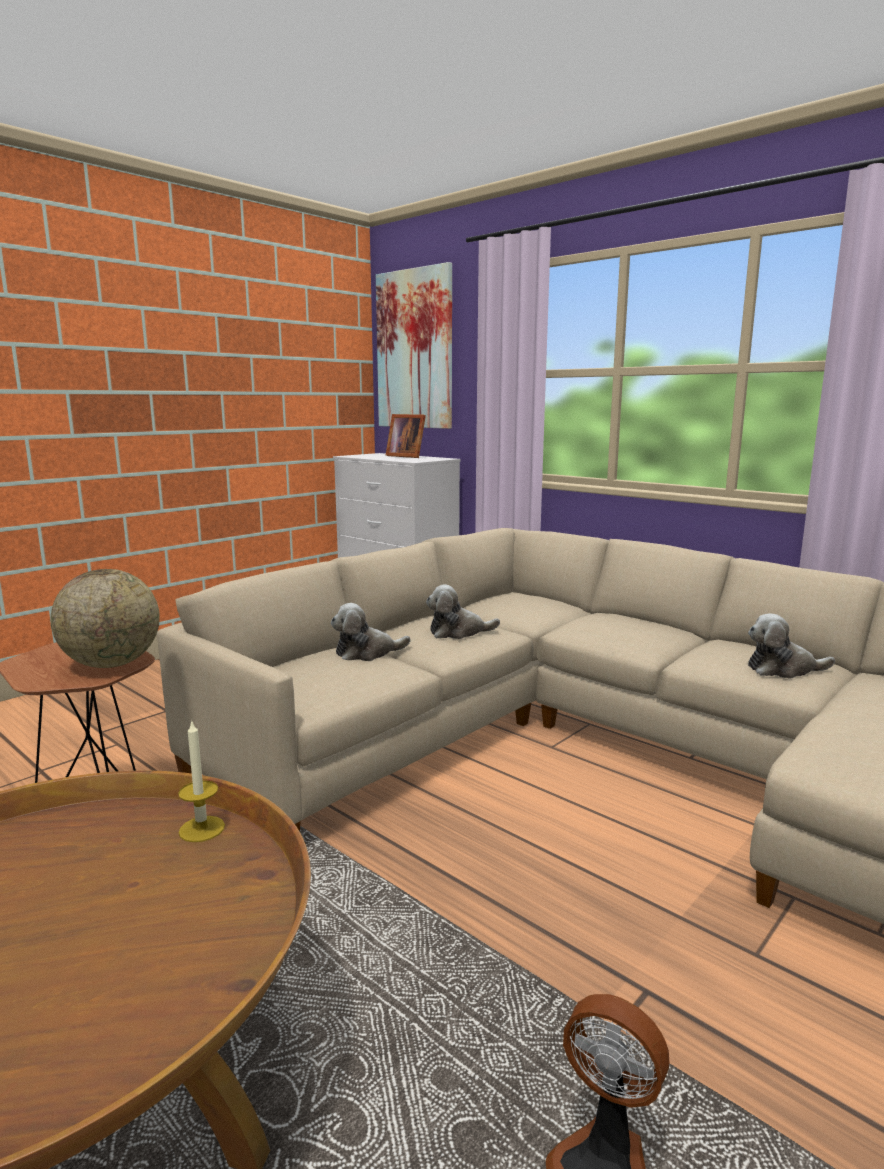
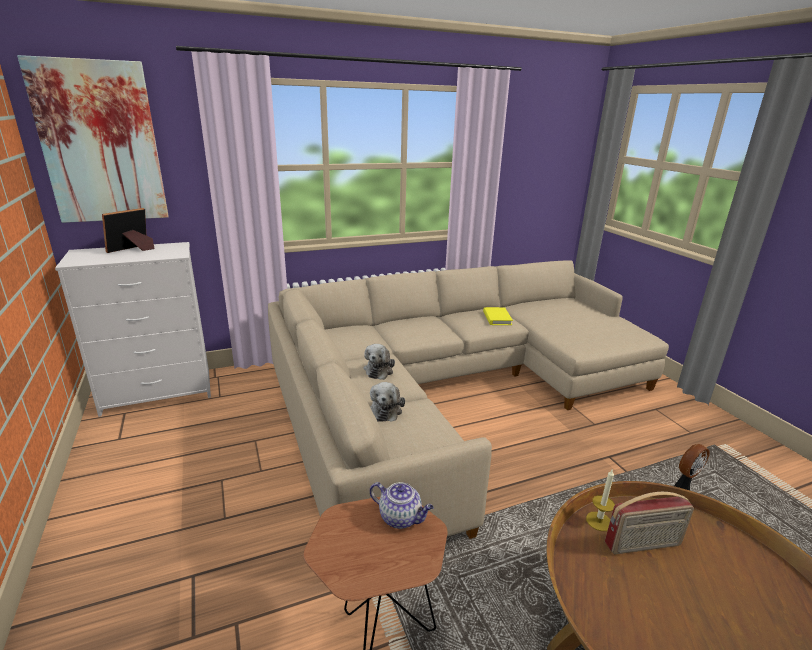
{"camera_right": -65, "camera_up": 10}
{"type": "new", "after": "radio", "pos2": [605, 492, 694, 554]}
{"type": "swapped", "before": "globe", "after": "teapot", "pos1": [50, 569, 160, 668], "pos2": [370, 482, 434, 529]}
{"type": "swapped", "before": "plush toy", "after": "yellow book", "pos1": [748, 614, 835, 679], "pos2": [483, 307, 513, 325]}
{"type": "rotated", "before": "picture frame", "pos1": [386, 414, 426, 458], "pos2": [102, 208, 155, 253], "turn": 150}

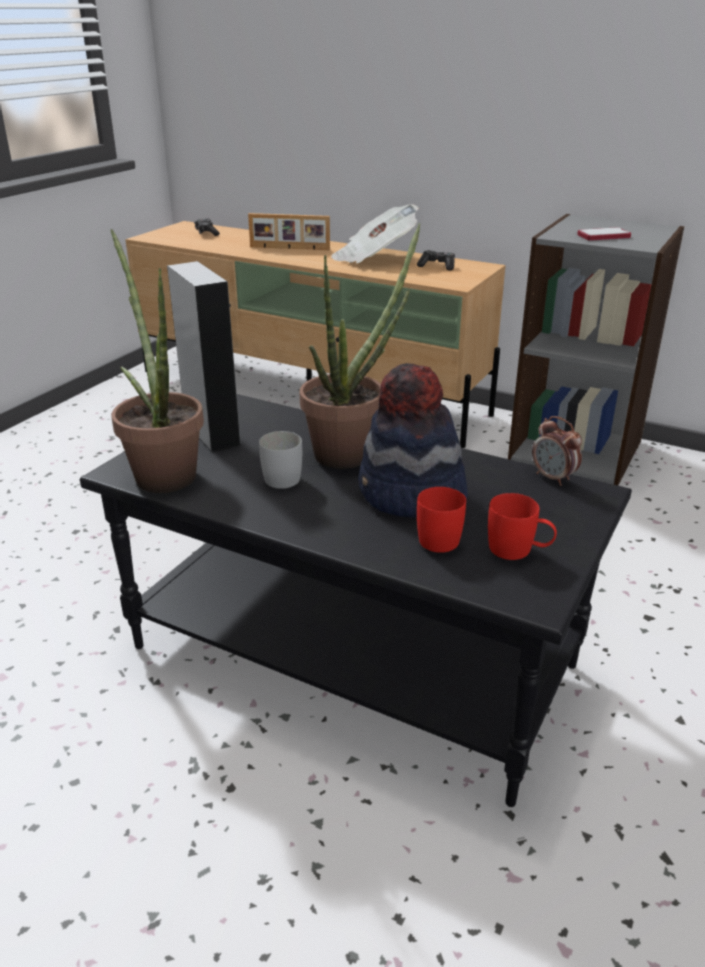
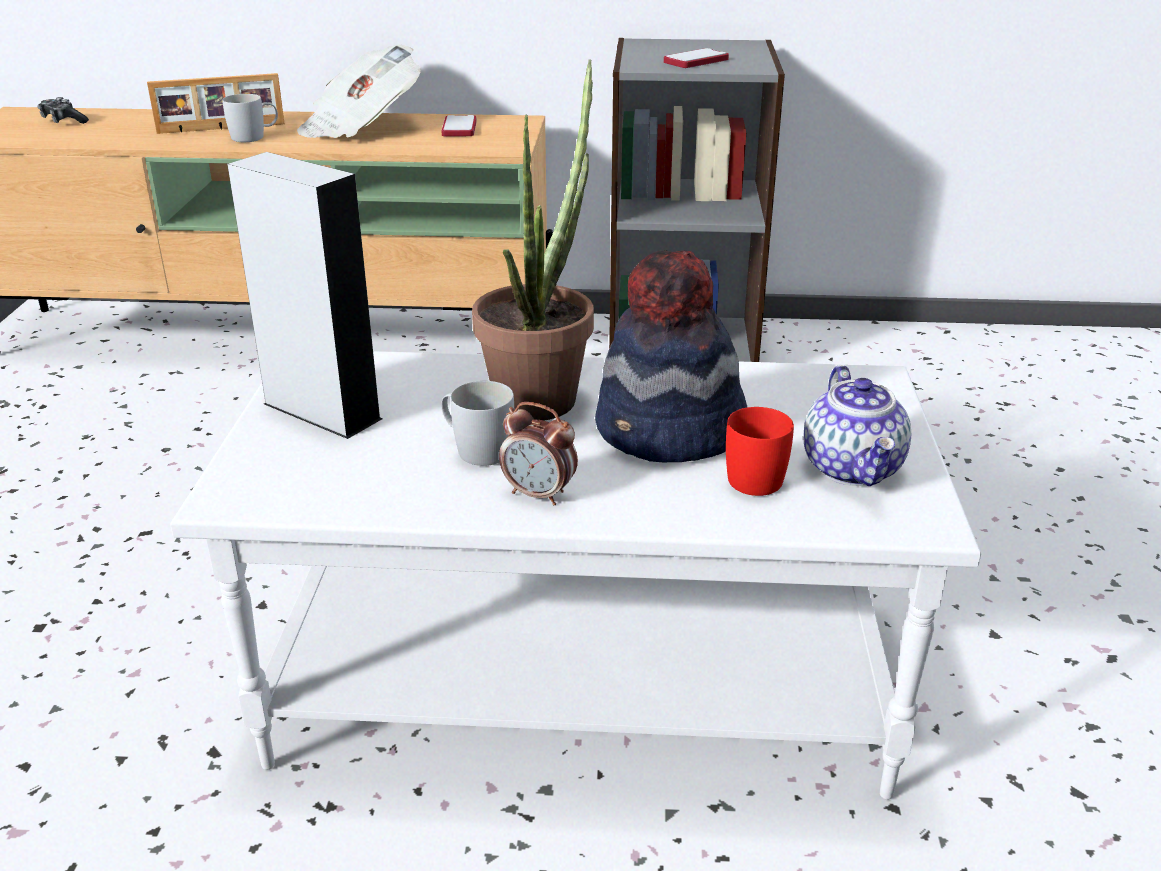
{"camera_right": -25, "camera_up": 0}
{"type": "gone", "before": "potted plant", "pos1": [111, 229, 204, 493]}
{"type": "new", "after": "white mug", "pos2": [222, 94, 278, 142]}
{"type": "shifted", "before": "alarm clock", "pos1": [532, 416, 582, 486], "pos2": [499, 402, 578, 505]}
{"type": "swapped", "before": "game controller", "after": "phone", "pos1": [417, 250, 455, 271], "pos2": [441, 115, 477, 137]}
{"type": "swapped", "before": "red mug", "after": "teapot", "pos1": [488, 493, 557, 560], "pos2": [804, 365, 911, 486]}
{"type": "repainted", "before": "black coffee table", "after": "white coffee table", "pos1": [80, 394, 632, 807], "pos2": [170, 351, 981, 800]}

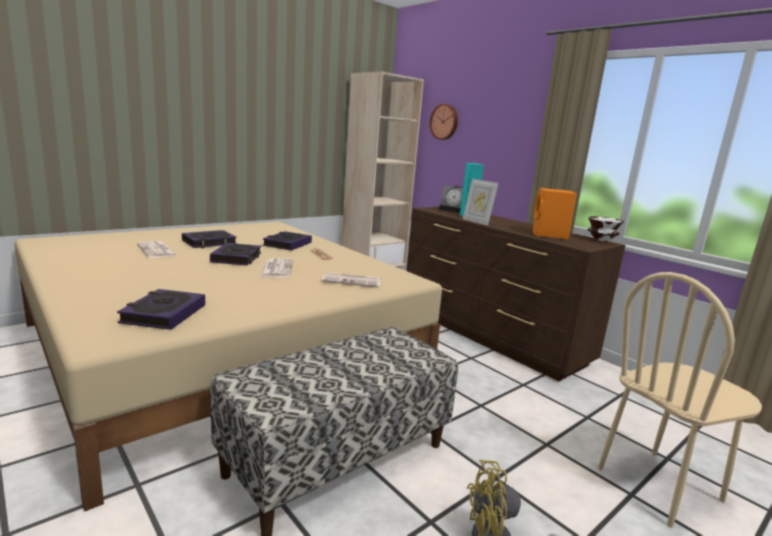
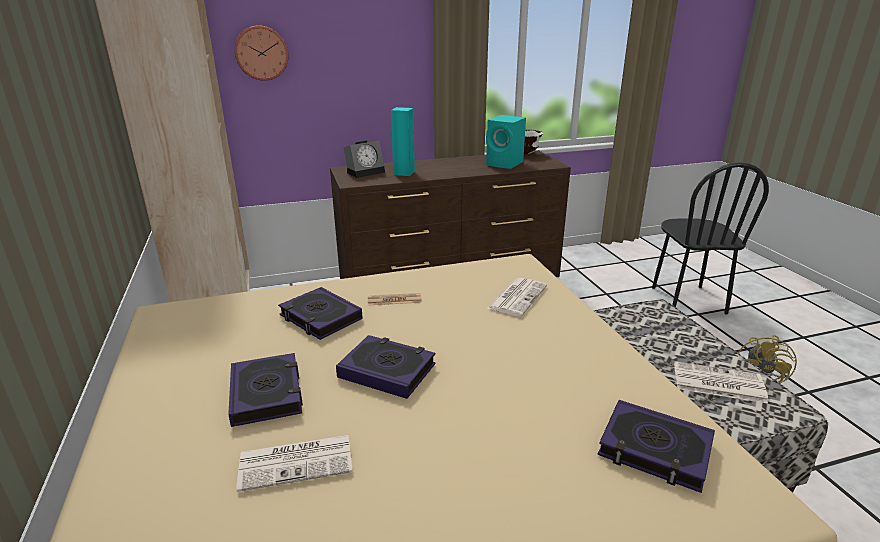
{"camera_right": -65, "camera_up": 10}
{"type": "gone", "before": "picture frame", "pos1": [463, 179, 499, 225]}
{"type": "shifted", "before": "newspaper", "pos1": [259, 258, 293, 278], "pos2": [674, 361, 768, 403]}
{"type": "repainted", "before": "orange speaker", "after": "turquoise speaker", "pos1": [533, 188, 577, 239], "pos2": [486, 115, 526, 169]}
{"type": "repainted", "before": "beige chair", "after": "black chair", "pos1": [598, 272, 762, 528], "pos2": [652, 162, 769, 315]}

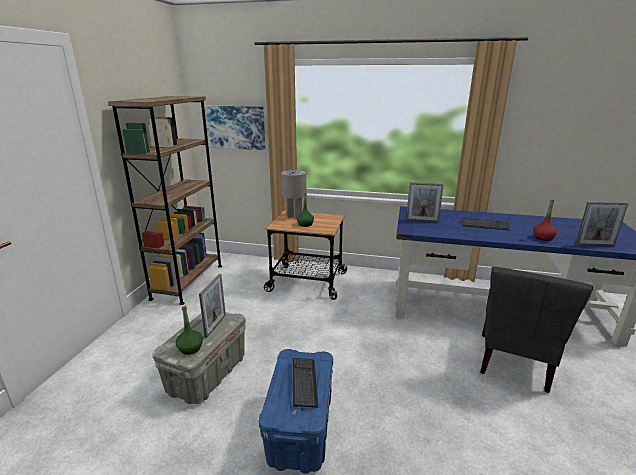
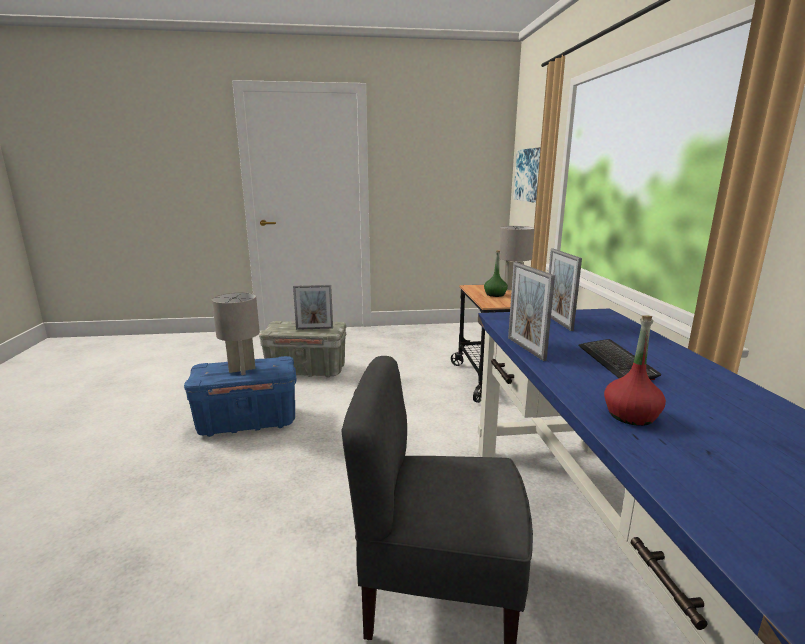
{"camera_right": 70, "camera_up": -5}
{"type": "gone", "before": "brown bookcase", "pos1": [108, 96, 222, 305]}
{"type": "gone", "before": "green bottle", "pos1": [176, 306, 203, 355]}
{"type": "shifted", "before": "picture frame", "pos1": [575, 202, 629, 246], "pos2": [508, 262, 555, 361]}
{"type": "swapped", "before": "keyboard", "after": "grey table lamp", "pos1": [293, 358, 318, 407], "pos2": [212, 292, 260, 375]}

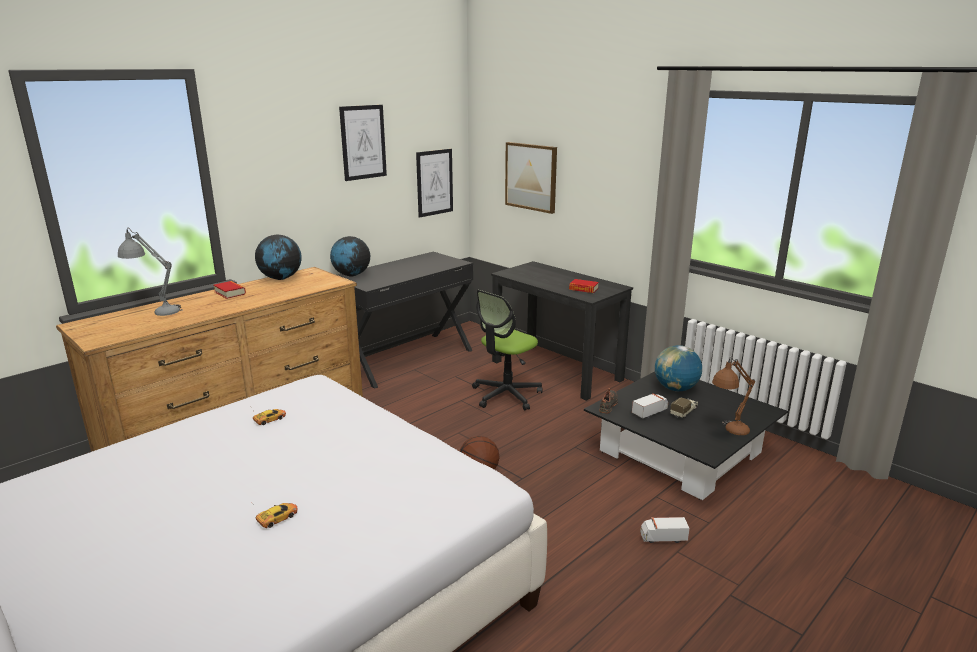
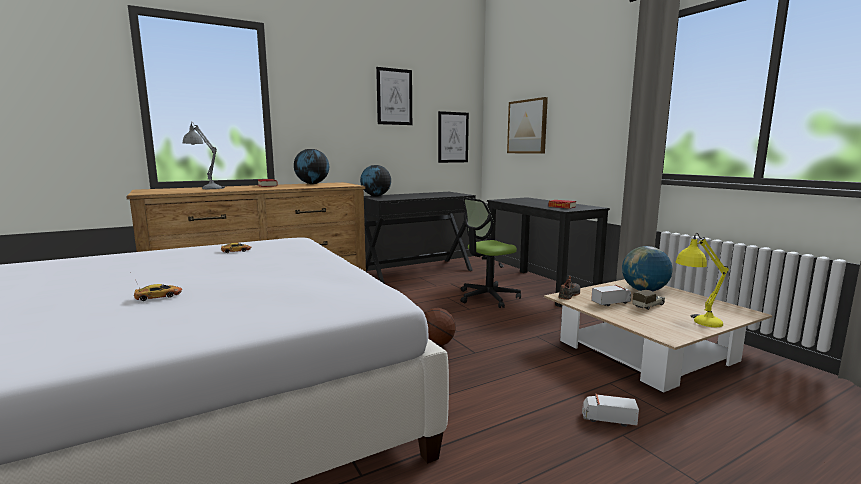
{"camera_right": 15, "camera_up": -10}
{"type": "repainted", "before": "black coffee table", "after": "beige coffee table", "pos1": [584, 371, 788, 500], "pos2": [544, 279, 772, 392]}
{"type": "repainted", "before": "brown table lamp", "after": "yellow table lamp", "pos1": [712, 357, 755, 435], "pos2": [676, 233, 729, 327]}

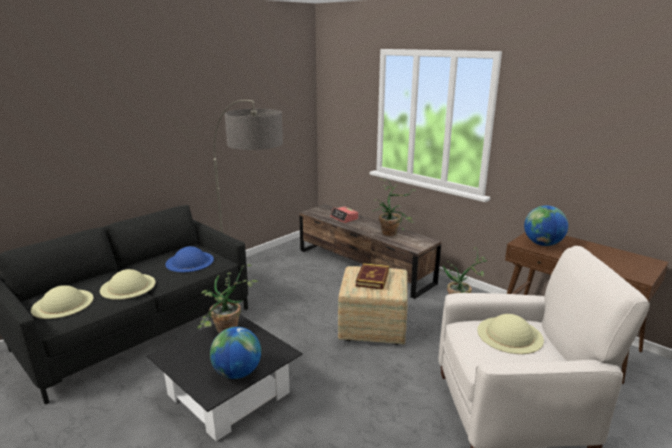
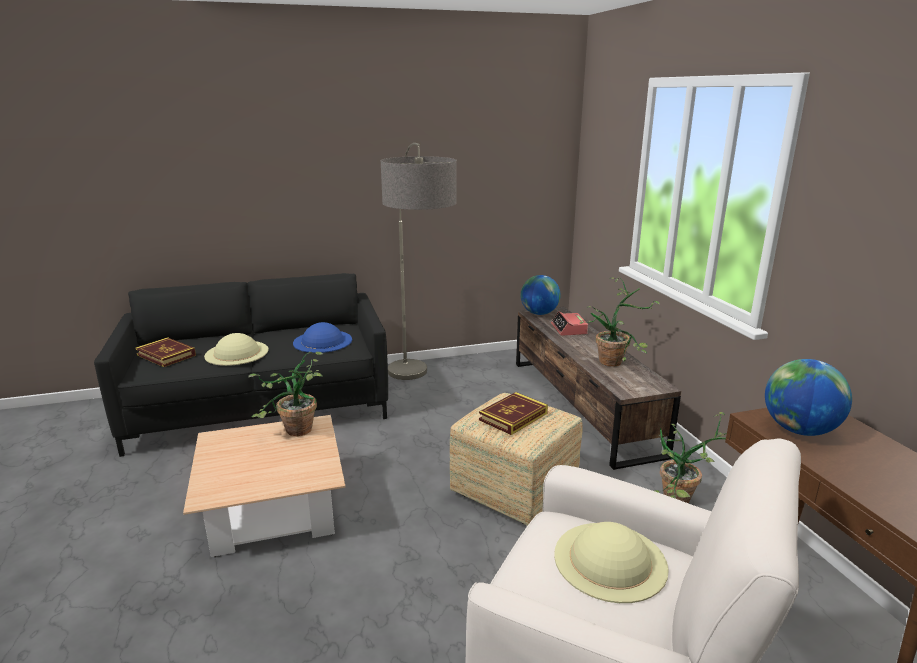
{"camera_right": 30, "camera_up": 0}
{"type": "shifted", "before": "globe", "pos1": [210, 327, 261, 379], "pos2": [521, 275, 561, 315]}
{"type": "swapped", "before": "beige hat", "after": "book", "pos1": [31, 285, 94, 319], "pos2": [135, 337, 196, 367]}
{"type": "repainted", "before": "black coffee table", "after": "beige coffee table", "pos1": [147, 314, 303, 441], "pos2": [183, 415, 346, 557]}

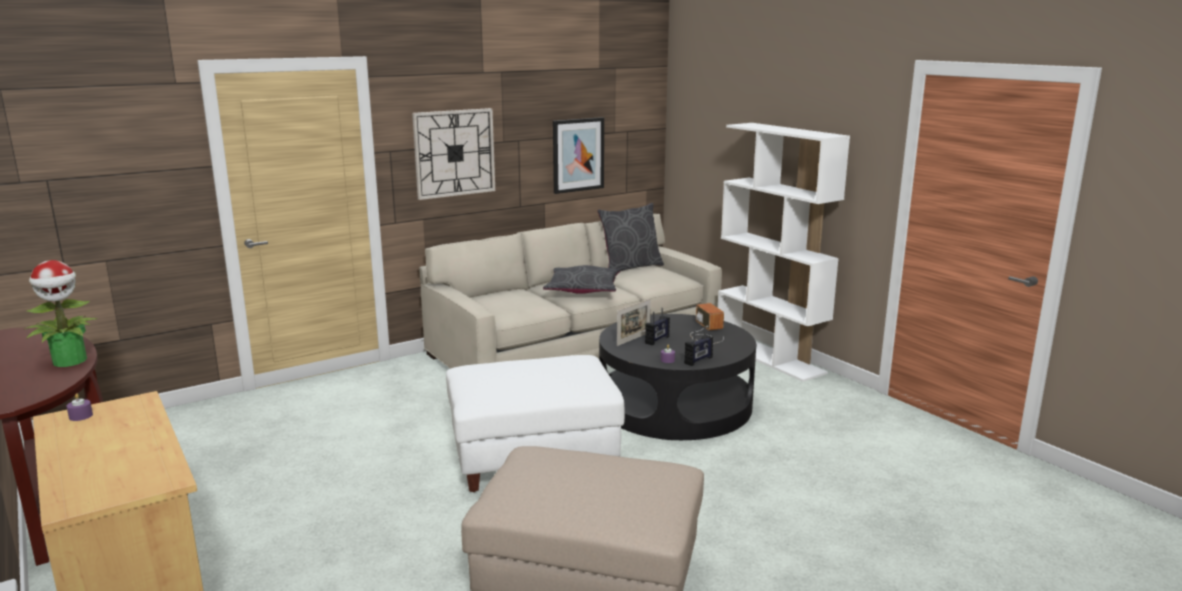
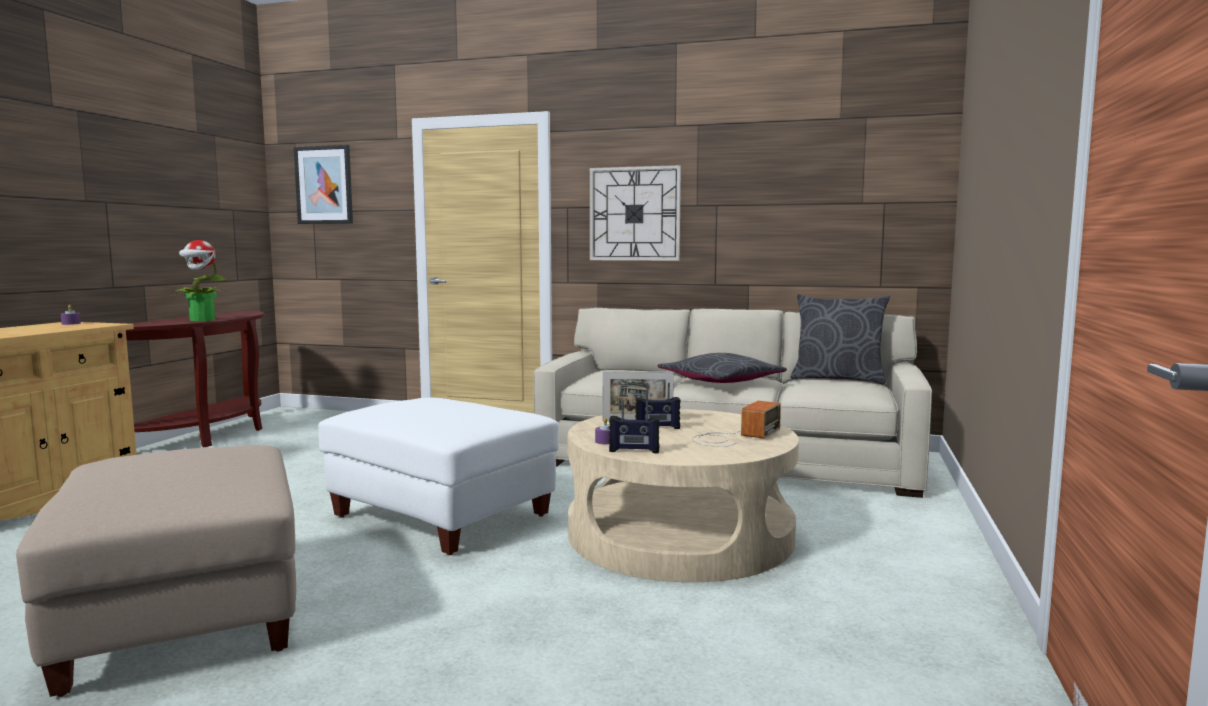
{"camera_right": 50, "camera_up": -10}
{"type": "gone", "before": "white bookcase", "pos1": [718, 123, 850, 382]}
{"type": "shifted", "before": "picture", "pos1": [553, 117, 604, 194], "pos2": [294, 145, 353, 224]}
{"type": "repainted", "before": "black coffee table", "after": "beige coffee table", "pos1": [599, 314, 756, 440], "pos2": [567, 409, 799, 582]}

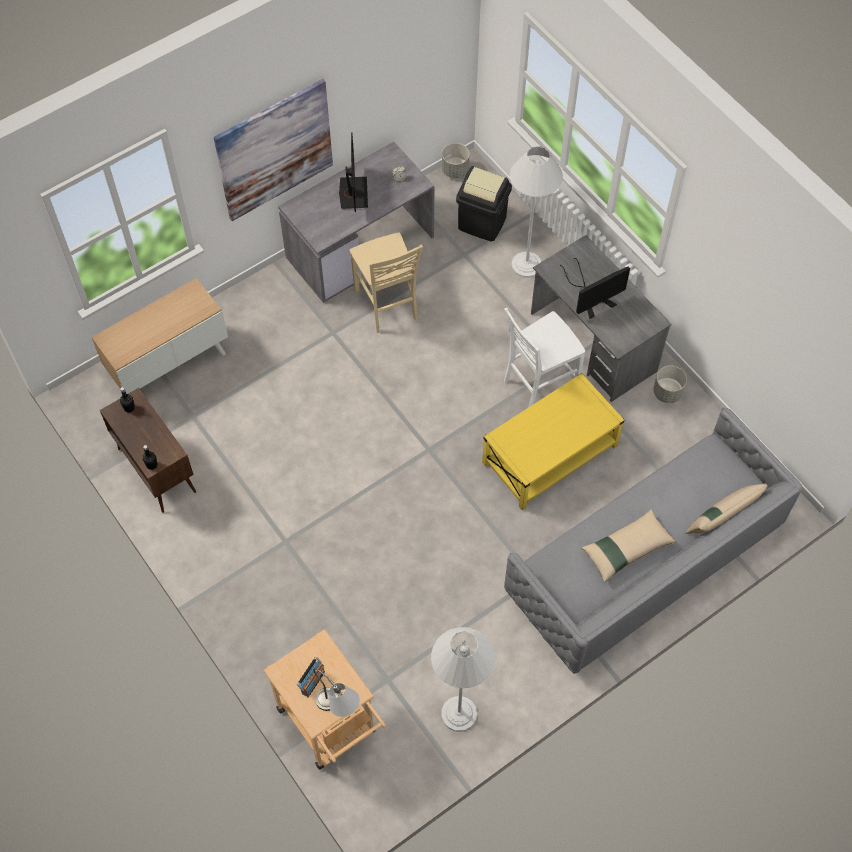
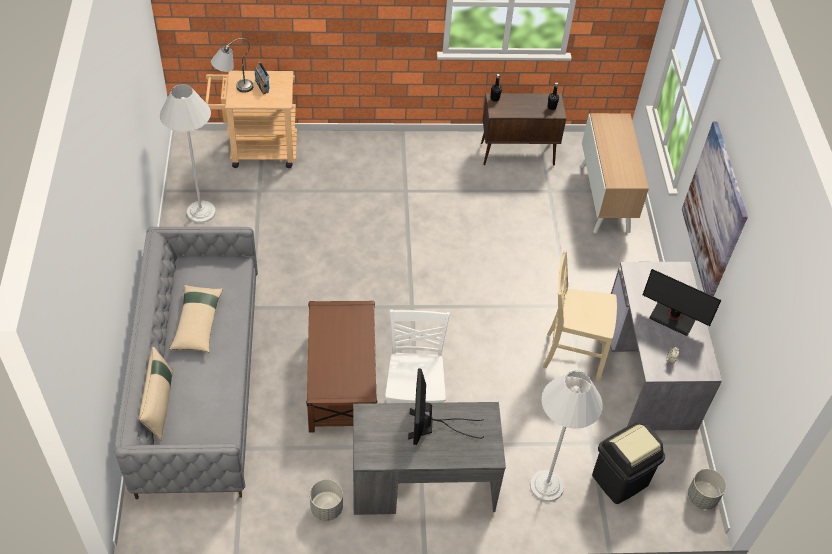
{"camera_right": 120, "camera_up": -10}
{"type": "repainted", "before": "yellow coffee table", "after": "brown coffee table", "pos1": [482, 373, 624, 510], "pos2": [306, 301, 378, 433]}

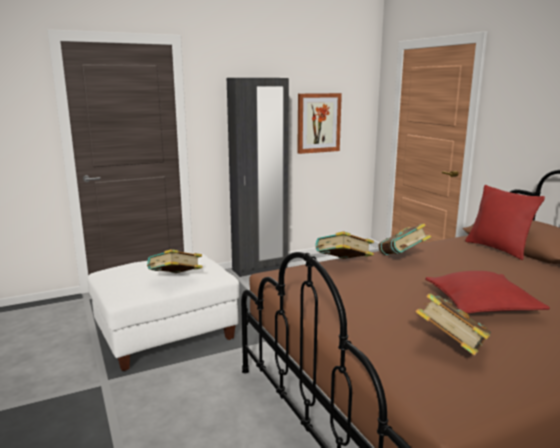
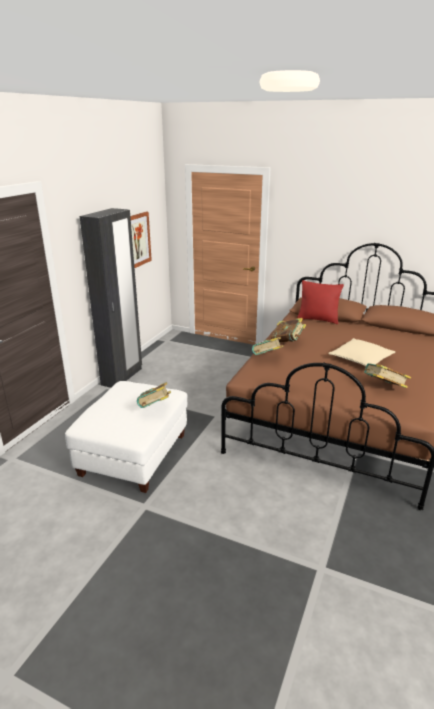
{"camera_right": -40, "camera_up": 10}
{"type": "repainted", "before": "red pillow", "after": "beige pillow", "pos1": [425, 271, 550, 314], "pos2": [328, 338, 395, 366]}

